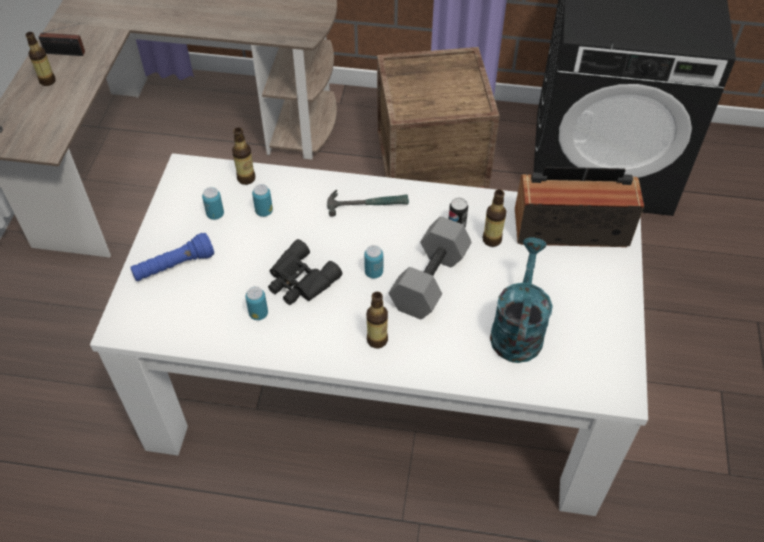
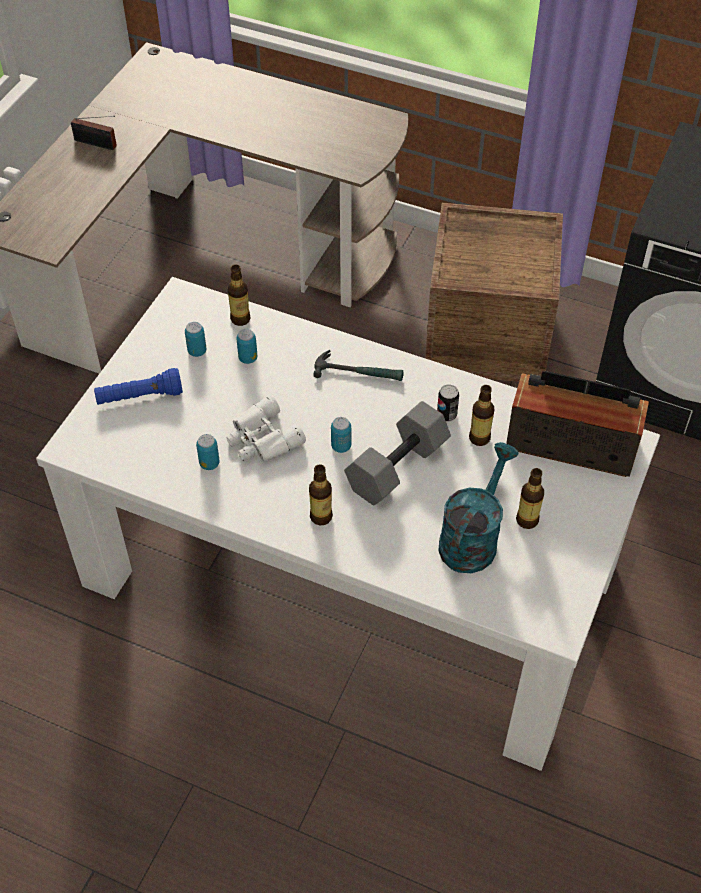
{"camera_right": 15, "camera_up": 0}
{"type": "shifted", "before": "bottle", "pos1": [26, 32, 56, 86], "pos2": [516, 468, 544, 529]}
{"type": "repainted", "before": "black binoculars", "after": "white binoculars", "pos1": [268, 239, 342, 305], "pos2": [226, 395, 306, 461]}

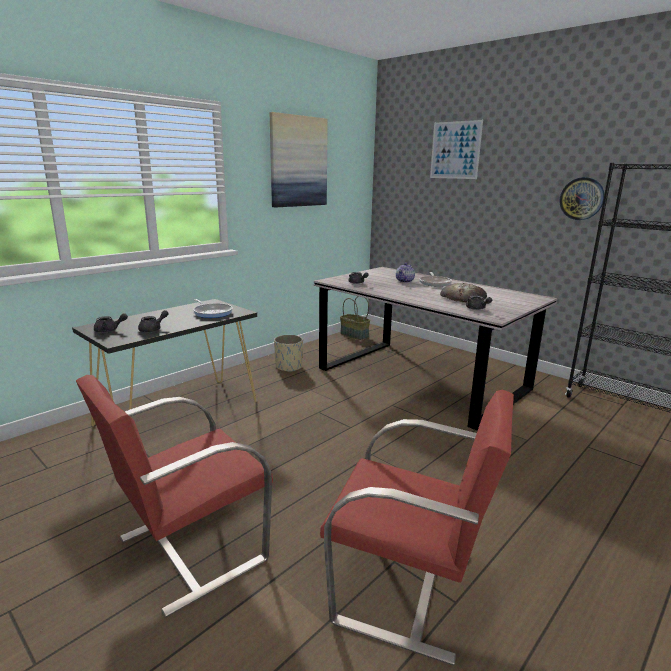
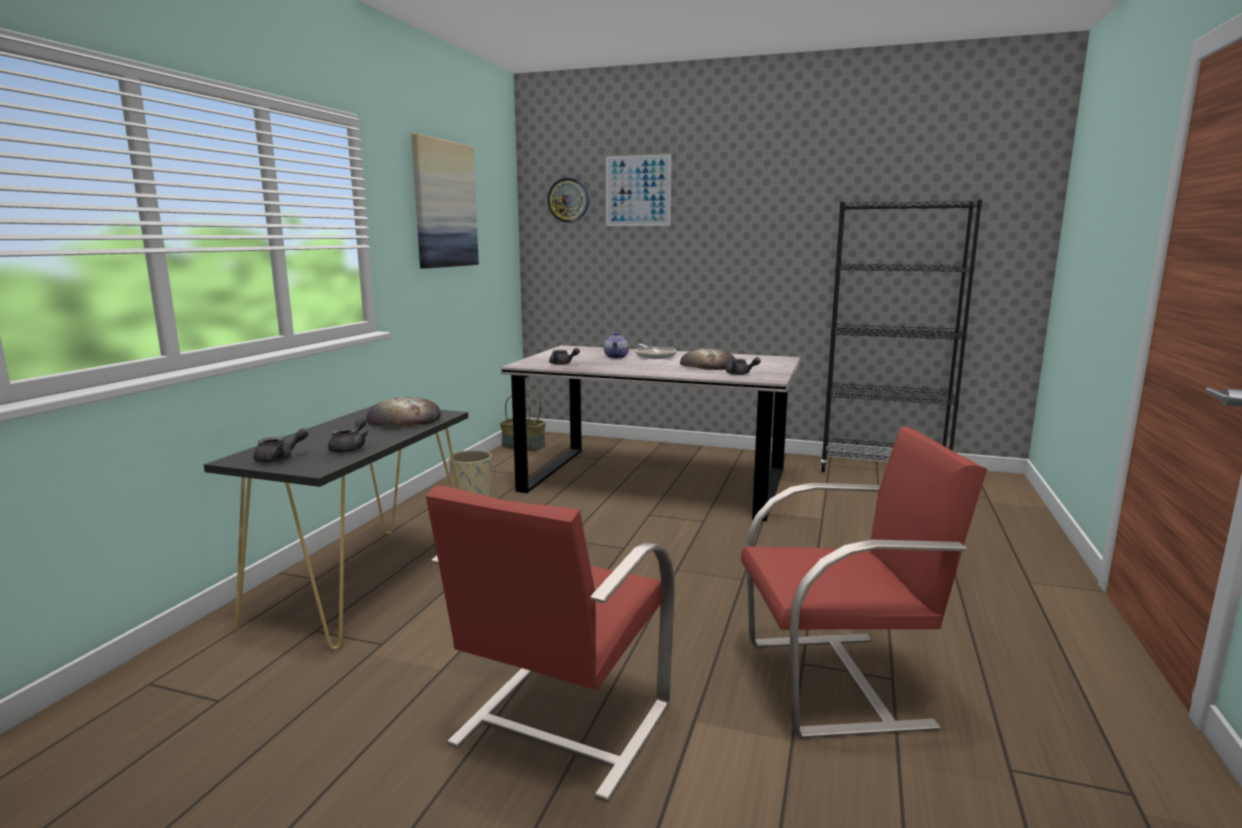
{"camera_right": -25, "camera_up": -5}
{"type": "shifted", "before": "wall clock", "pos1": [559, 177, 604, 220], "pos2": [547, 178, 589, 223]}
{"type": "swapped", "before": "frying pan", "after": "bread", "pos1": [194, 299, 233, 318], "pos2": [366, 397, 441, 427]}

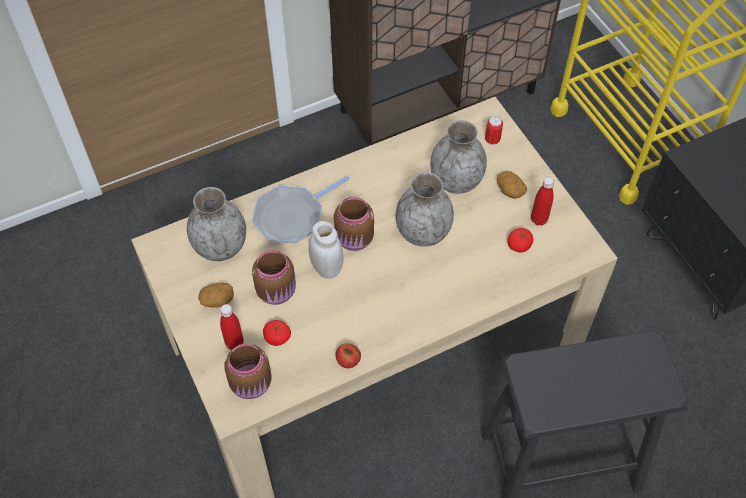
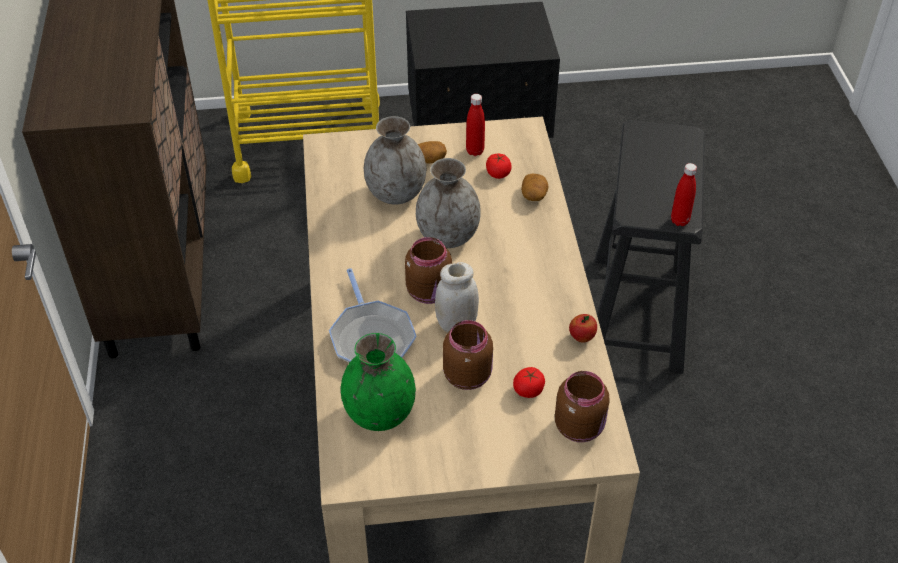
{"camera_right": -70, "camera_up": -10}
{"type": "gone", "before": "can", "pos1": [485, 116, 503, 145]}
{"type": "shifted", "before": "potato", "pos1": [198, 283, 234, 308], "pos2": [521, 174, 548, 201]}
{"type": "shifted", "before": "red bottle", "pos1": [220, 304, 244, 350], "pos2": [671, 163, 697, 226]}
{"type": "repainted", "before": "grey vase", "after": "green vase", "pos1": [187, 187, 246, 261], "pos2": [341, 333, 416, 431]}

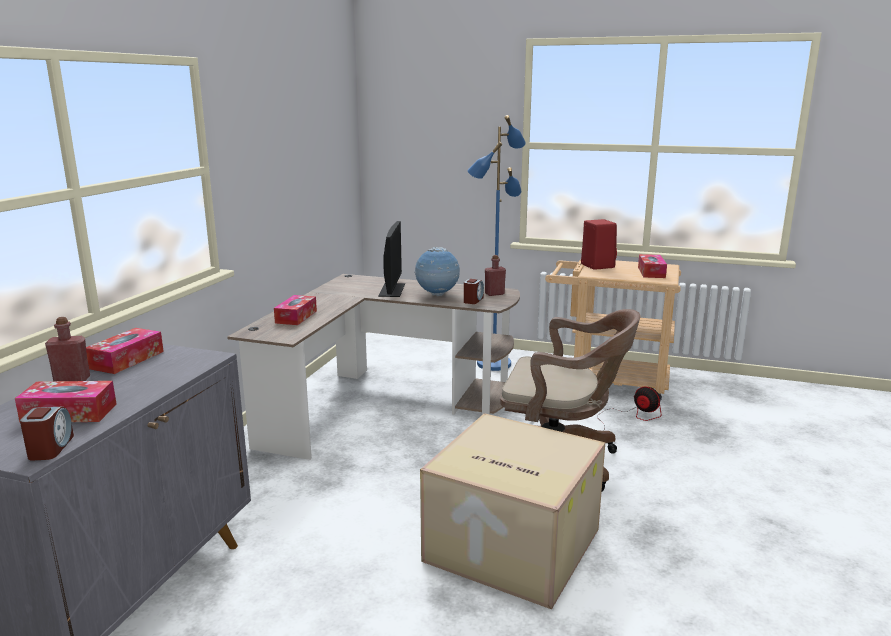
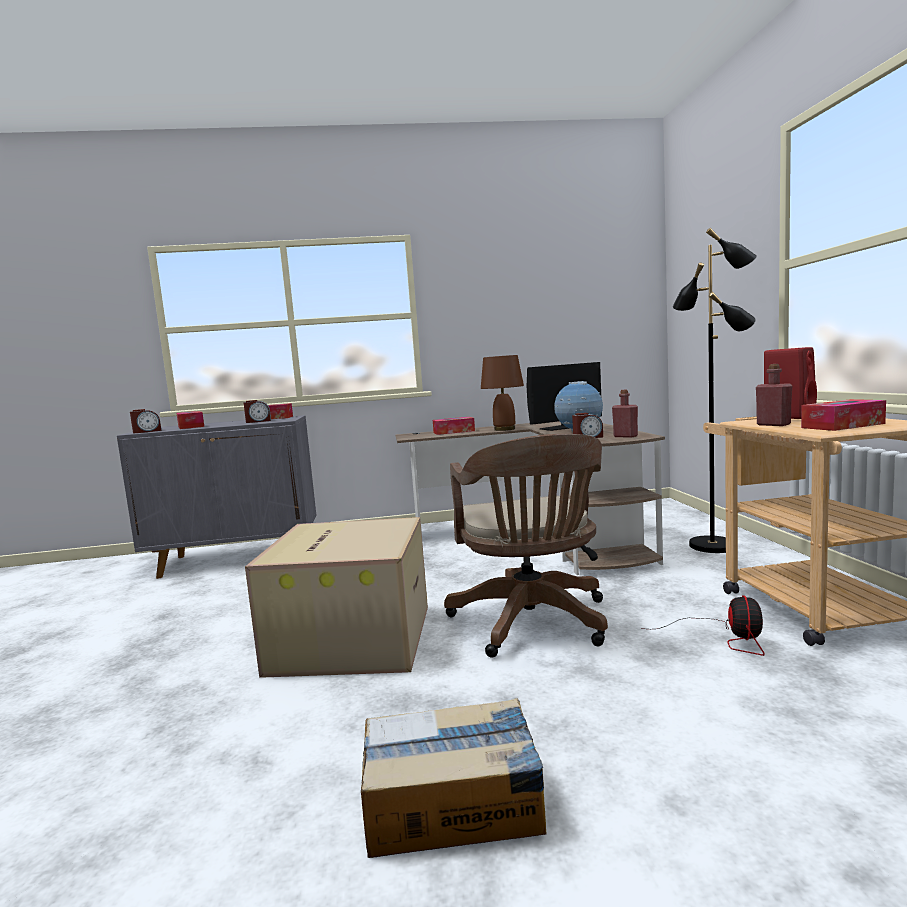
{"camera_right": 65, "camera_up": -10}
{"type": "new", "after": "alarm clock", "pos2": [244, 400, 271, 423]}
{"type": "new", "after": "cardboard box", "pos2": [361, 698, 547, 858]}
{"type": "new", "after": "brown table lamp", "pos2": [481, 355, 524, 431]}
{"type": "shifted", "before": "red bottle", "pos1": [45, 317, 90, 381], "pos2": [756, 364, 792, 426]}
{"type": "repainted", "before": "blue floor lamp", "after": "black floor lamp", "pos1": [468, 115, 526, 371], "pos2": [673, 228, 757, 553]}

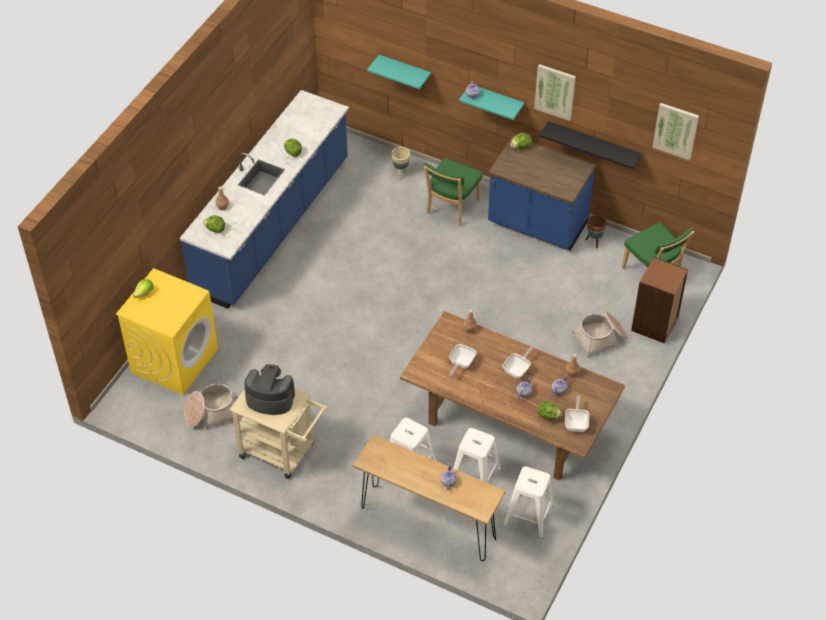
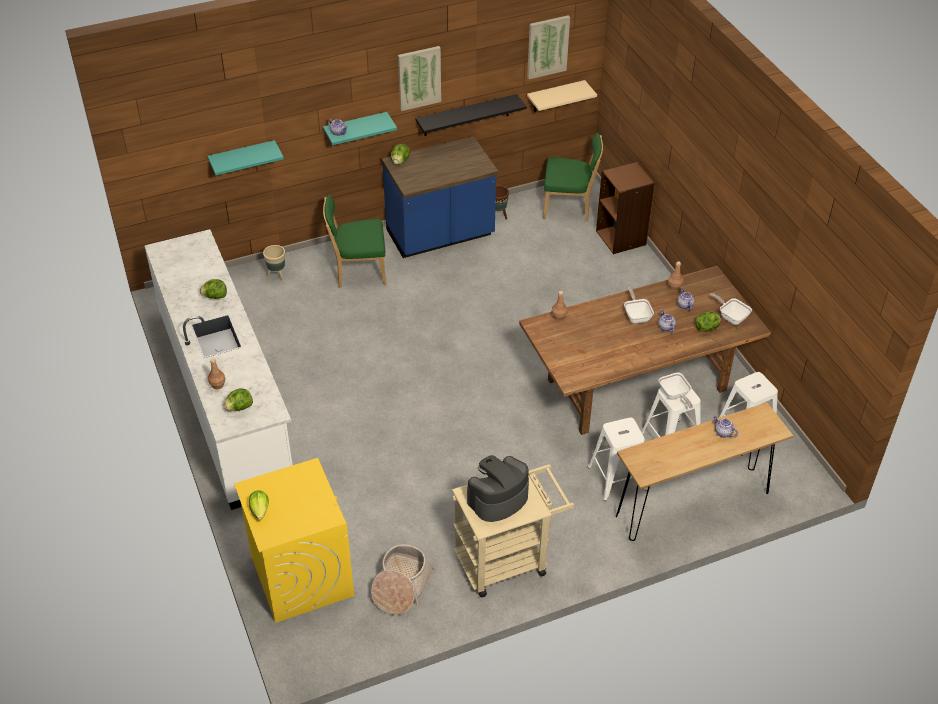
{"camera_right": -50, "camera_up": -5}
{"type": "gone", "before": "basket", "pos1": [571, 311, 628, 358]}
{"type": "new", "after": "beige shelf", "pos2": [527, 80, 597, 112]}
{"type": "shifted", "before": "frying pan", "pos1": [449, 344, 477, 376], "pos2": [659, 372, 693, 408]}
{"type": "repainted", "before": "blue counter", "after": "white counter", "pos1": [180, 90, 349, 309], "pos2": [145, 229, 292, 510]}
{"type": "rotated", "before": "green chair", "pos1": [424, 158, 482, 226], "pos2": [323, 194, 386, 288], "turn": 105}

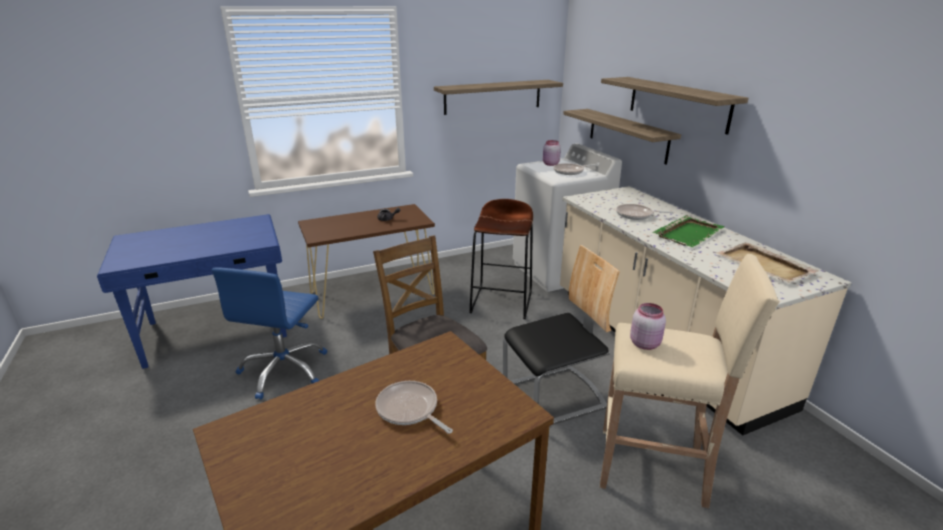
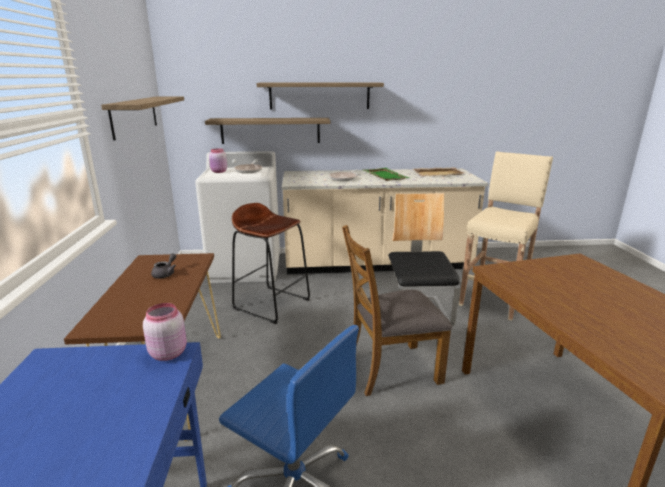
{"camera_right": -70, "camera_up": -5}
{"type": "gone", "before": "frying pan", "pos1": [375, 381, 453, 434]}
{"type": "shifted", "before": "pink jar", "pos1": [630, 303, 666, 350], "pos2": [143, 303, 187, 361]}

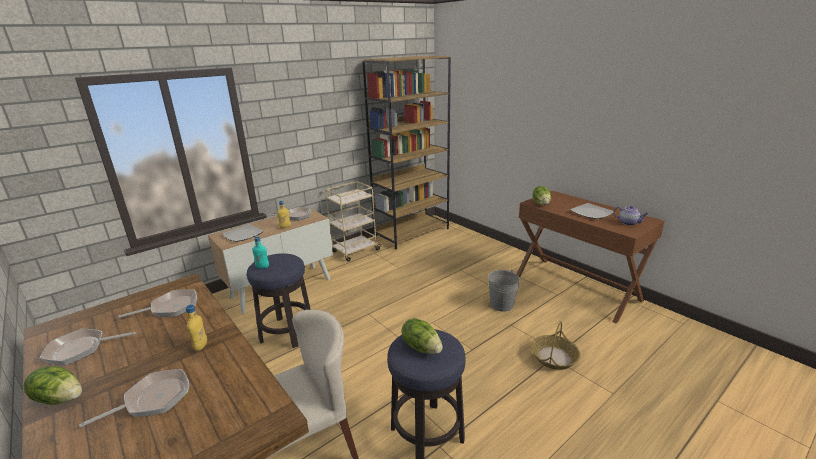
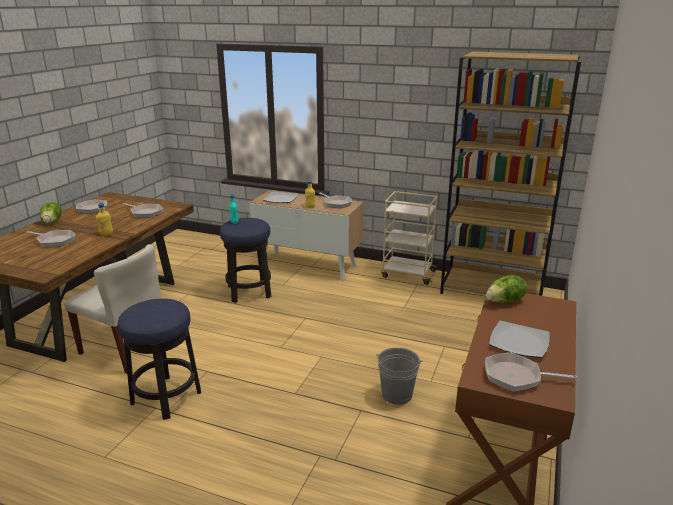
{"camera_right": 60, "camera_up": 0}
{"type": "gone", "before": "lettuce", "pos1": [401, 318, 443, 354]}
{"type": "gone", "before": "basket", "pos1": [531, 321, 580, 370]}
{"type": "swapped", "before": "teapot", "after": "frying pan", "pos1": [613, 206, 648, 226], "pos2": [485, 352, 577, 392]}

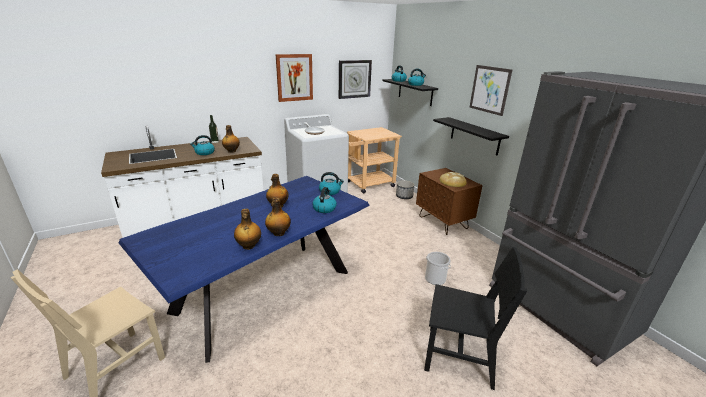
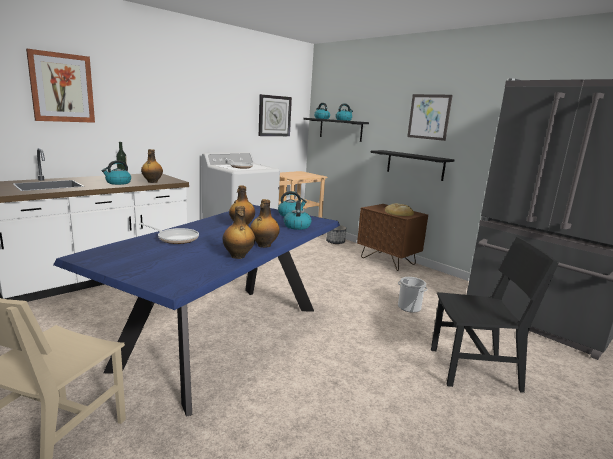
{"camera_right": -15, "camera_up": -10}
{"type": "new", "after": "frying pan", "pos2": [139, 223, 199, 244]}
{"type": "shifted", "before": "picture", "pos1": [276, 54, 313, 102], "pos2": [26, 49, 95, 123]}

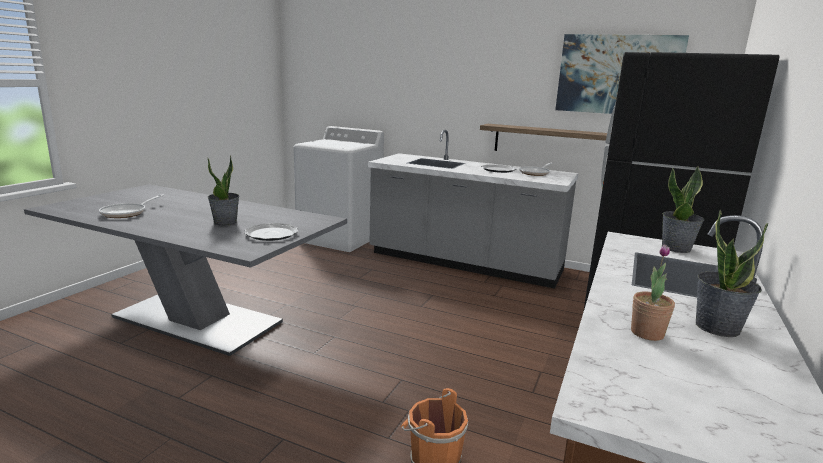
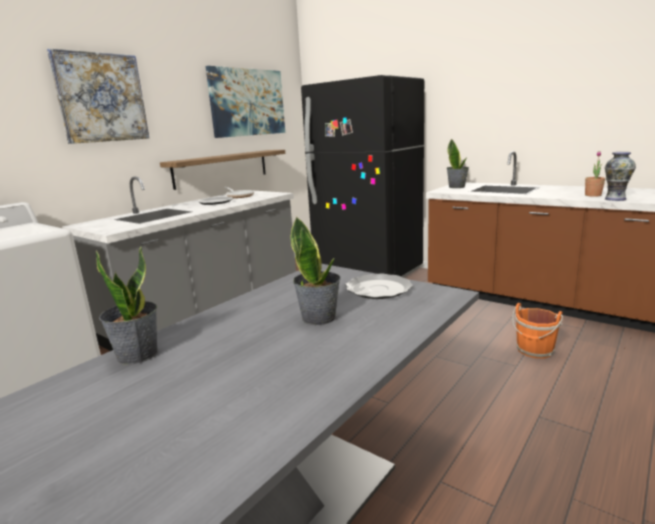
{"camera_right": -75, "camera_up": 0}
{"type": "gone", "before": "frying pan", "pos1": [99, 194, 164, 218]}
{"type": "new", "after": "picture", "pos2": [47, 48, 149, 144]}
{"type": "new", "after": "vase", "pos2": [605, 152, 636, 201]}
{"type": "shifted", "before": "potted plant", "pos1": [696, 210, 768, 337], "pos2": [96, 246, 157, 365]}

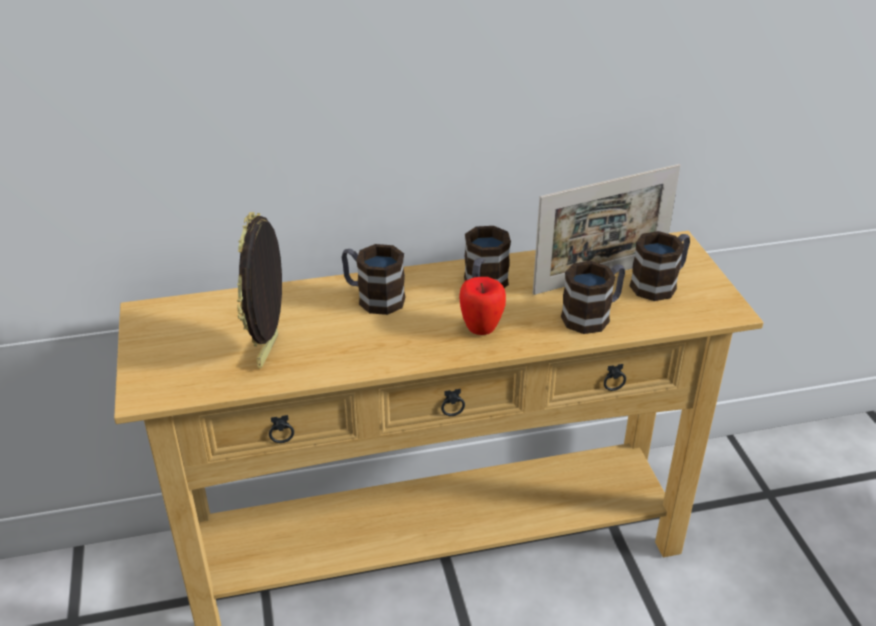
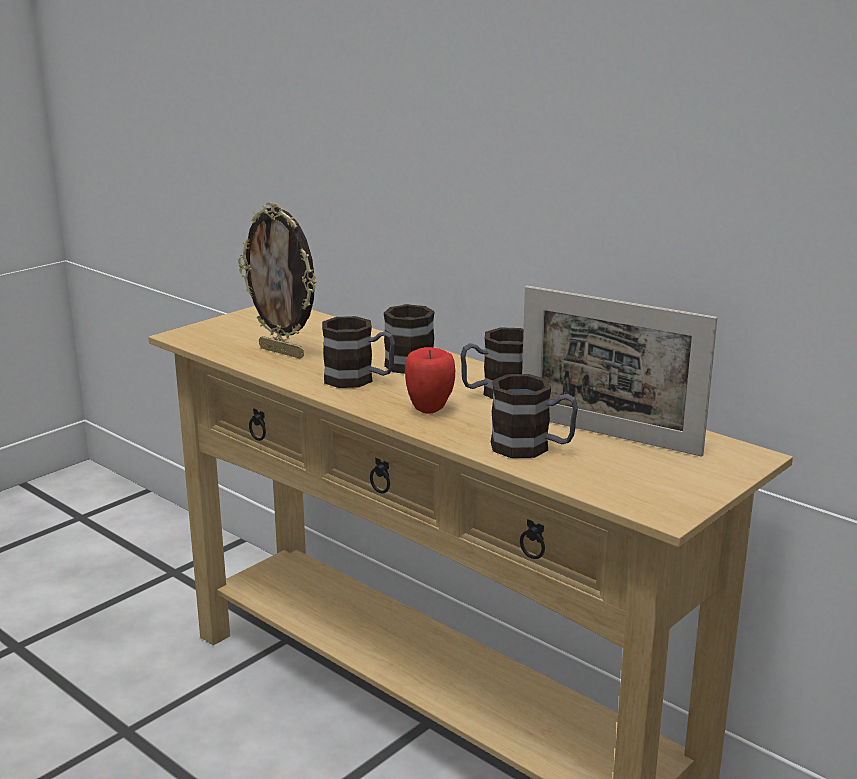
{"camera_right": 55, "camera_up": -15}
{"type": "shifted", "before": "mug", "pos1": [629, 231, 690, 301], "pos2": [322, 316, 395, 388]}
{"type": "rotated", "before": "picture frame", "pos1": [237, 212, 282, 369], "pos2": [238, 202, 317, 358], "turn": -120}

